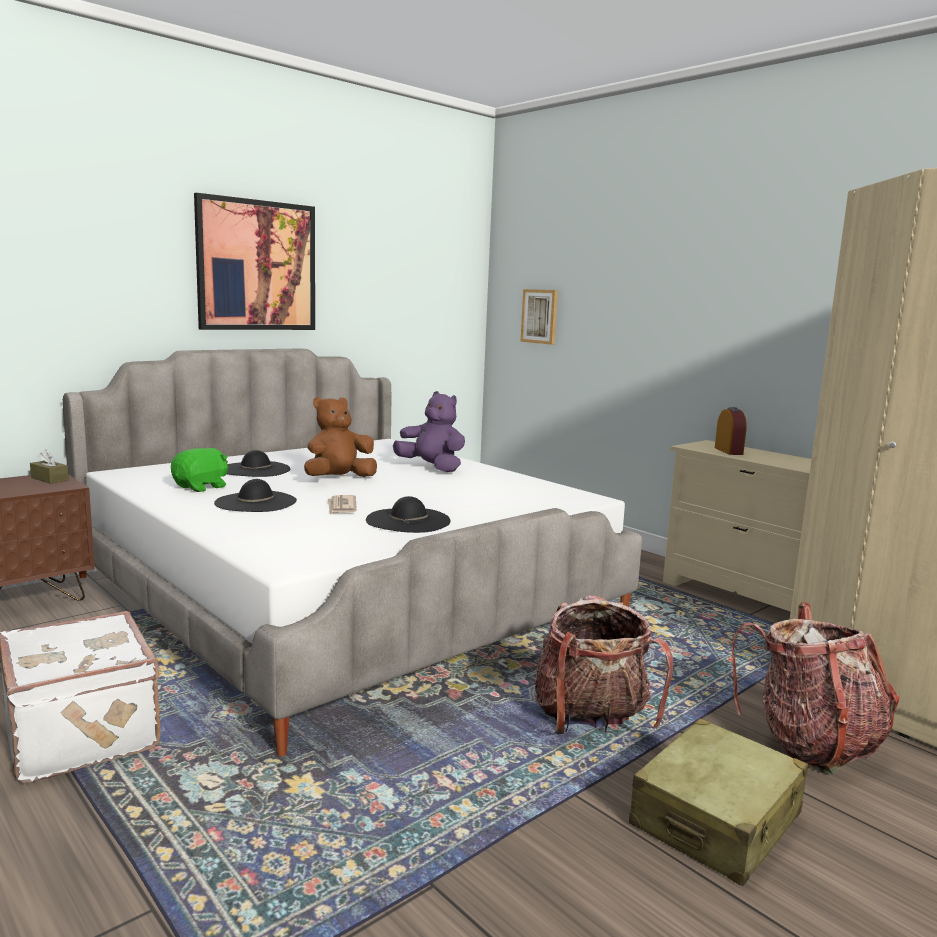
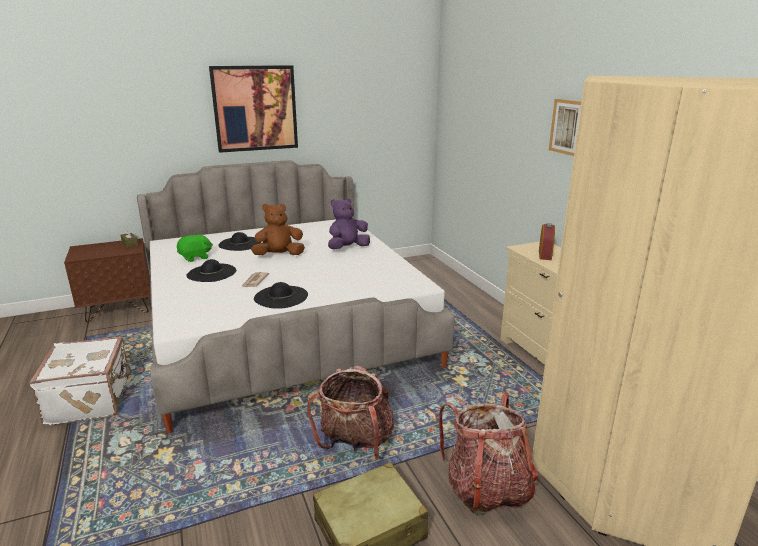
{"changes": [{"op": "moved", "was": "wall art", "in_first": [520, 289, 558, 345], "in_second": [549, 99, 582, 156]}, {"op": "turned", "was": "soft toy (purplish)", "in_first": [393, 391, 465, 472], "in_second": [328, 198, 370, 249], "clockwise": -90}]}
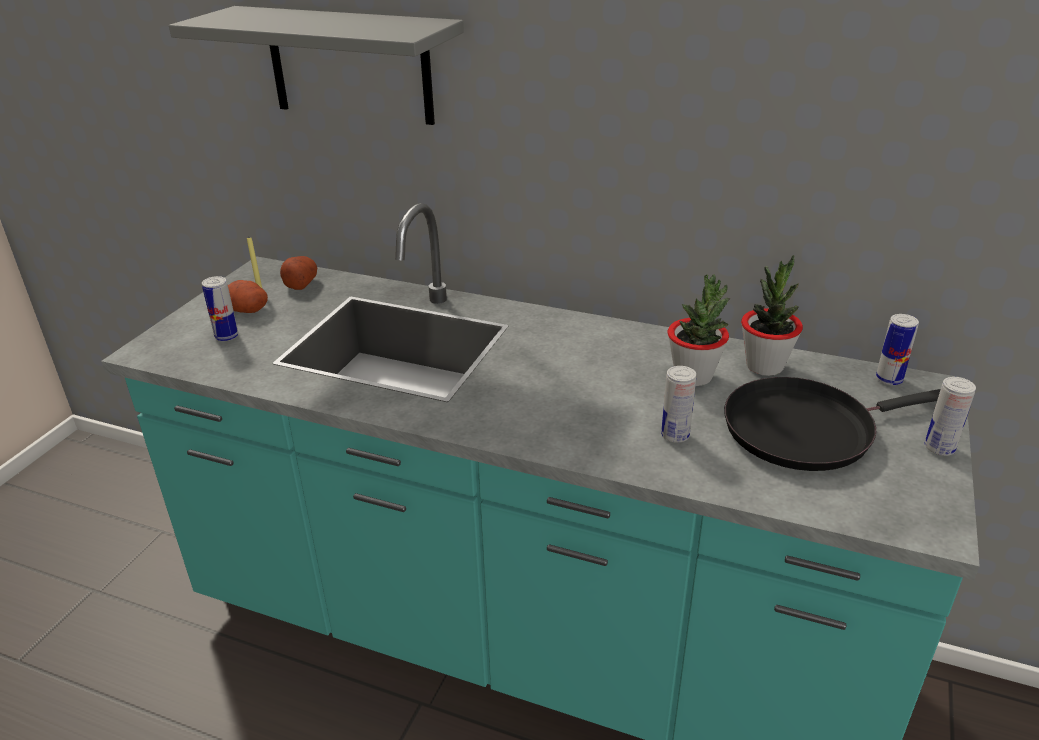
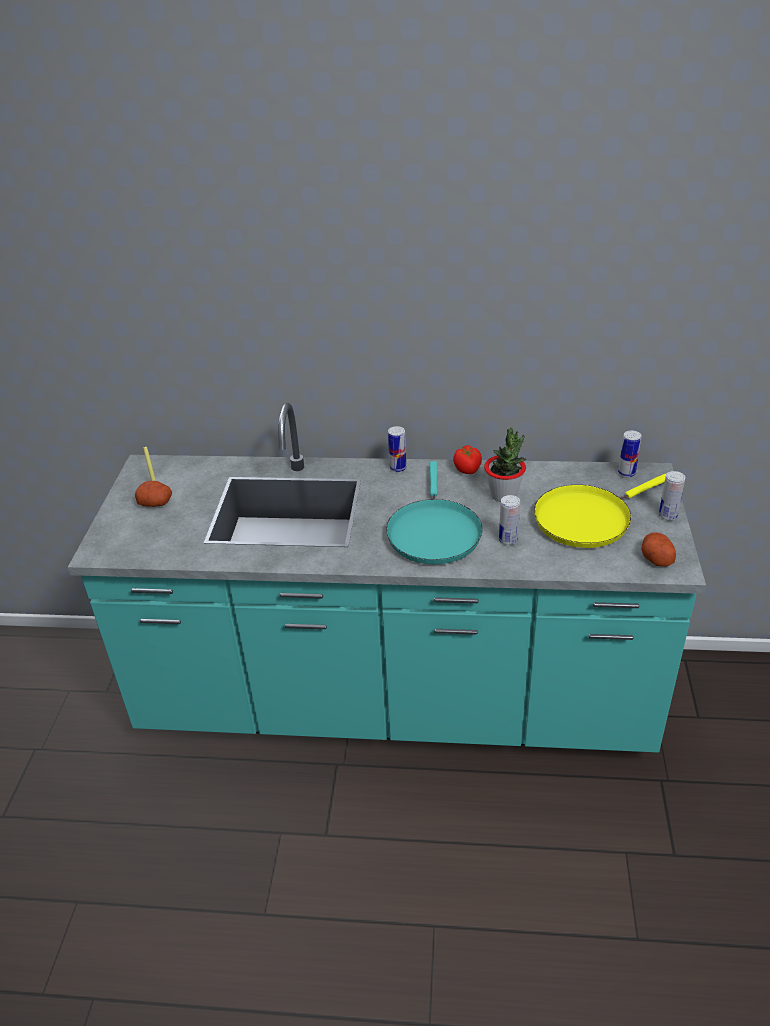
{"changes": [{"op": "removed", "was": "wall shelf (greyish)", "in_first": [169, 6, 464, 125]}, {"op": "removed", "was": "potted plant", "in_first": [741, 255, 803, 376]}, {"op": "added", "now": "skillet (blue-green)", "in_second": [386, 461, 483, 565]}, {"op": "added", "now": "fresh tomato", "in_second": [453, 445, 482, 474]}, {"op": "moved", "was": "sealed can", "in_first": [202, 276, 239, 341], "in_second": [388, 426, 406, 472]}, {"op": "moved", "was": "potato", "in_first": [280, 256, 317, 290], "in_second": [641, 532, 676, 566]}, {"op": "recoloured", "was": "skillet (black)", "now": "skillet (yellowish)", "in_first": [724, 377, 941, 471], "in_second": [534, 474, 666, 548]}]}
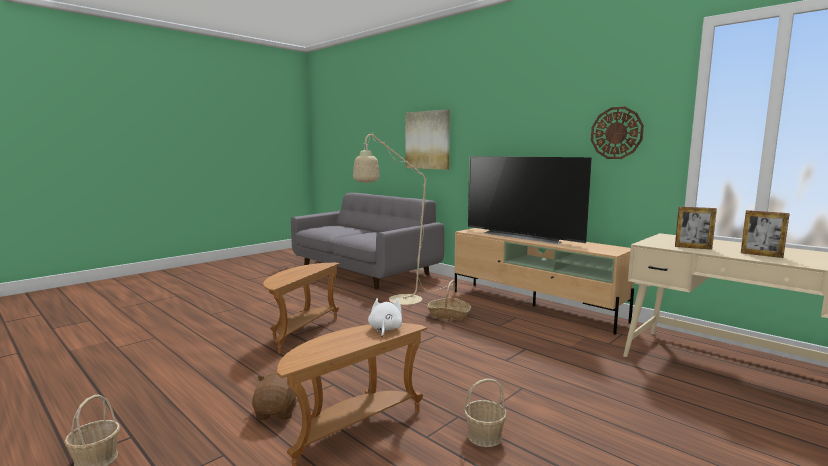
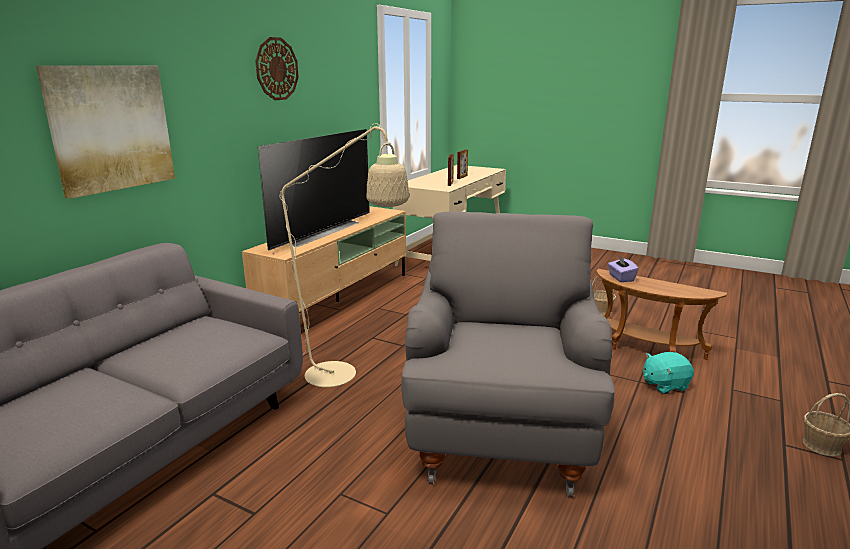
{"changes": [{"op": "removed", "was": "storage basket", "in_first": [427, 280, 471, 321]}, {"op": "moved", "was": "wall clock", "in_first": [591, 107, 644, 159], "in_second": [255, 37, 299, 100]}, {"op": "replaced", "was": "accent table (brownish)", "now": "easy chair (greyish)", "in_first": [263, 263, 340, 354], "in_second": [401, 211, 614, 498]}, {"op": "replaced", "was": "soft toy (white)", "now": "tissue box (purplish)", "in_first": [368, 298, 402, 337], "in_second": [608, 256, 638, 282]}, {"op": "recoloured", "was": "soft toy (brownish)", "now": "soft toy (blue-green)", "in_first": [252, 372, 297, 420], "in_second": [643, 352, 694, 394]}]}
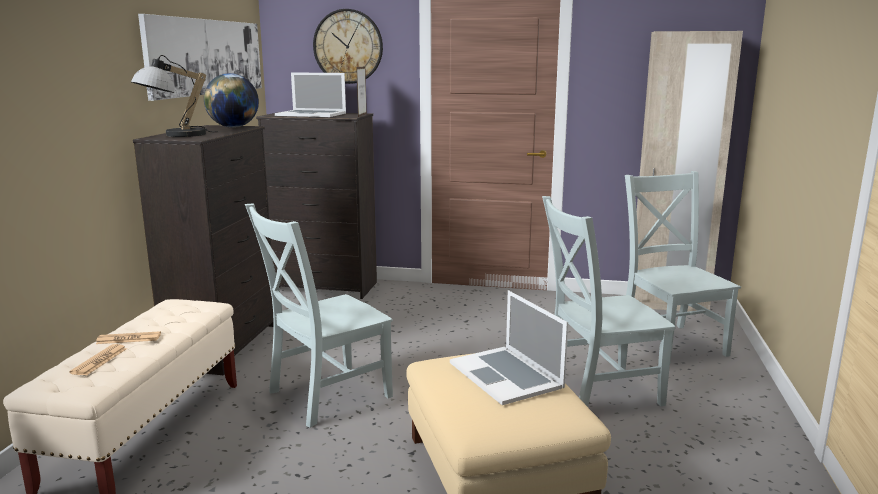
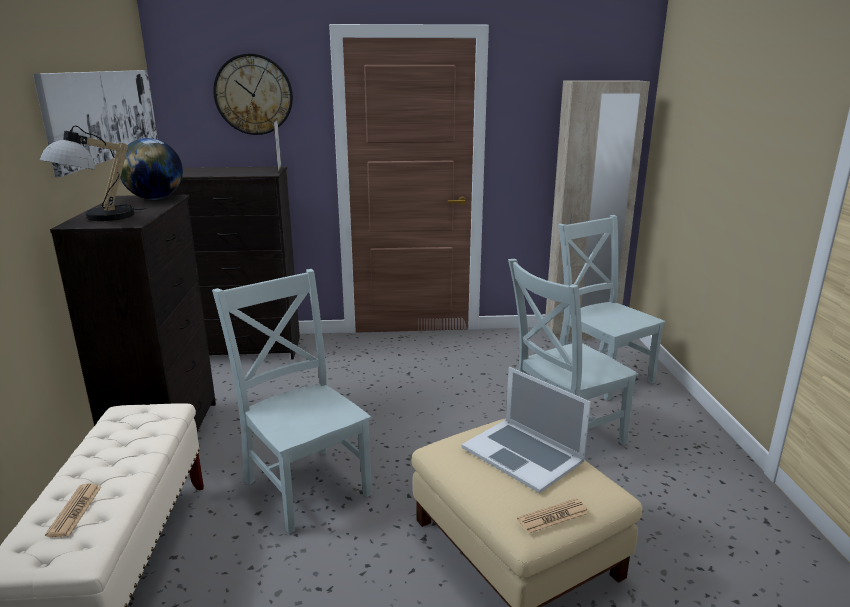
{"changes": [{"op": "removed", "was": "laptop", "in_first": [275, 72, 346, 117]}, {"op": "moved", "was": "printed paper", "in_first": [96, 331, 161, 344], "in_second": [517, 498, 589, 533]}, {"op": "turned", "was": "chair (greyish)", "in_first": [245, 204, 393, 428], "in_second": [212, 269, 372, 534], "clockwise": 105}]}
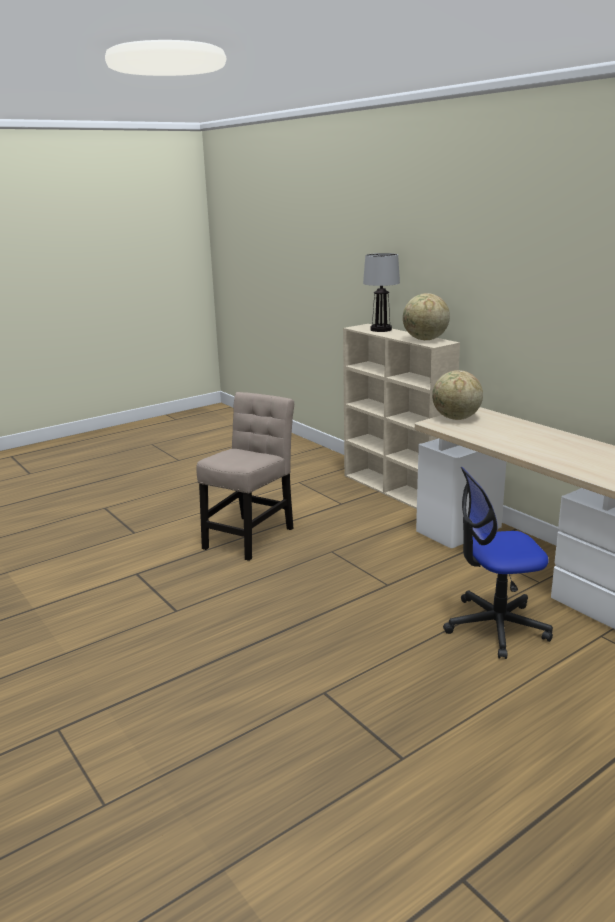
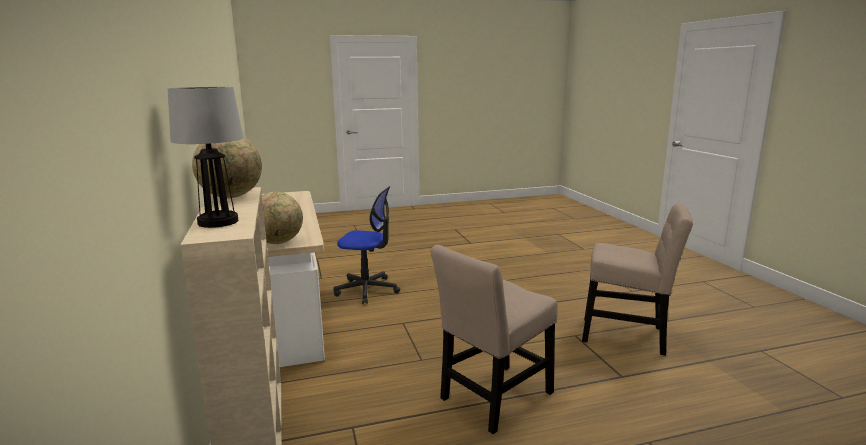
{"changes": [{"op": "added", "now": "chair (beige)", "in_second": [582, 203, 693, 356]}]}
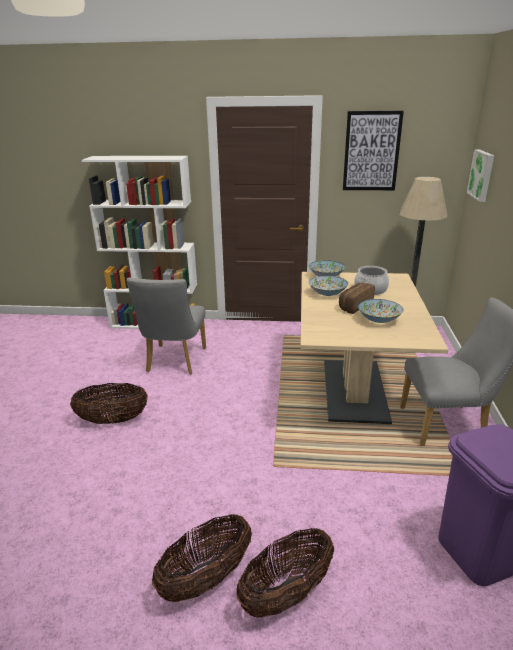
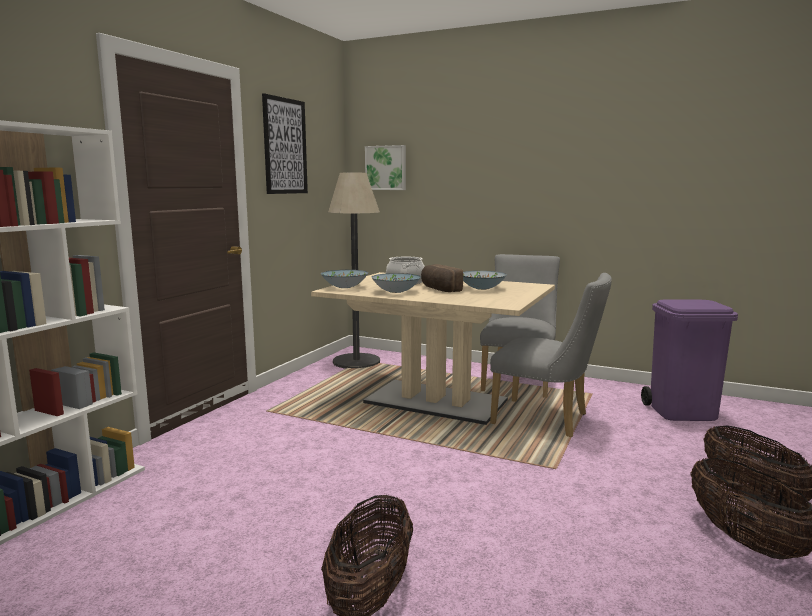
{"changes": [{"op": "moved", "was": "chair (greyish)", "in_first": [126, 277, 206, 375], "in_second": [490, 273, 612, 437]}]}
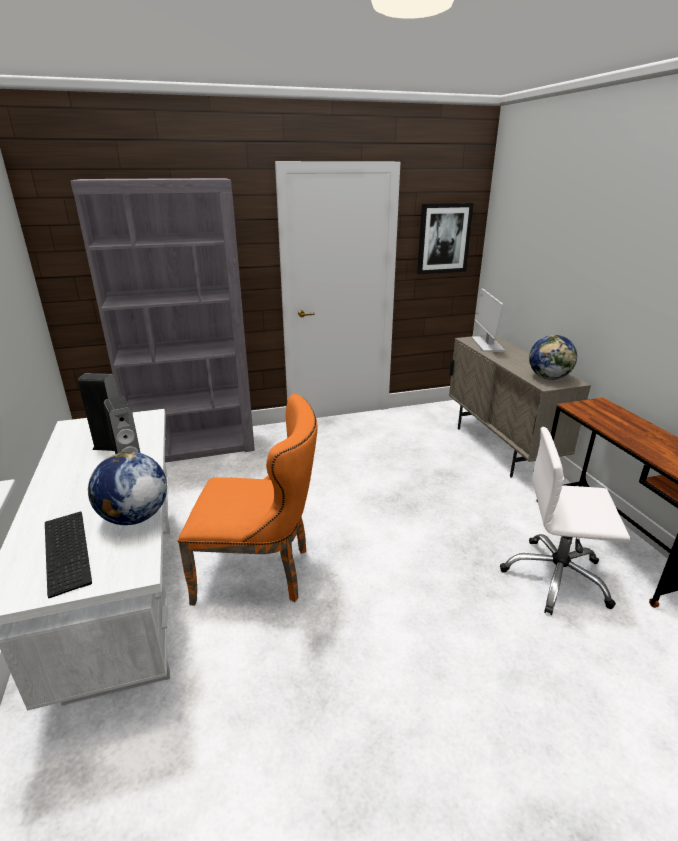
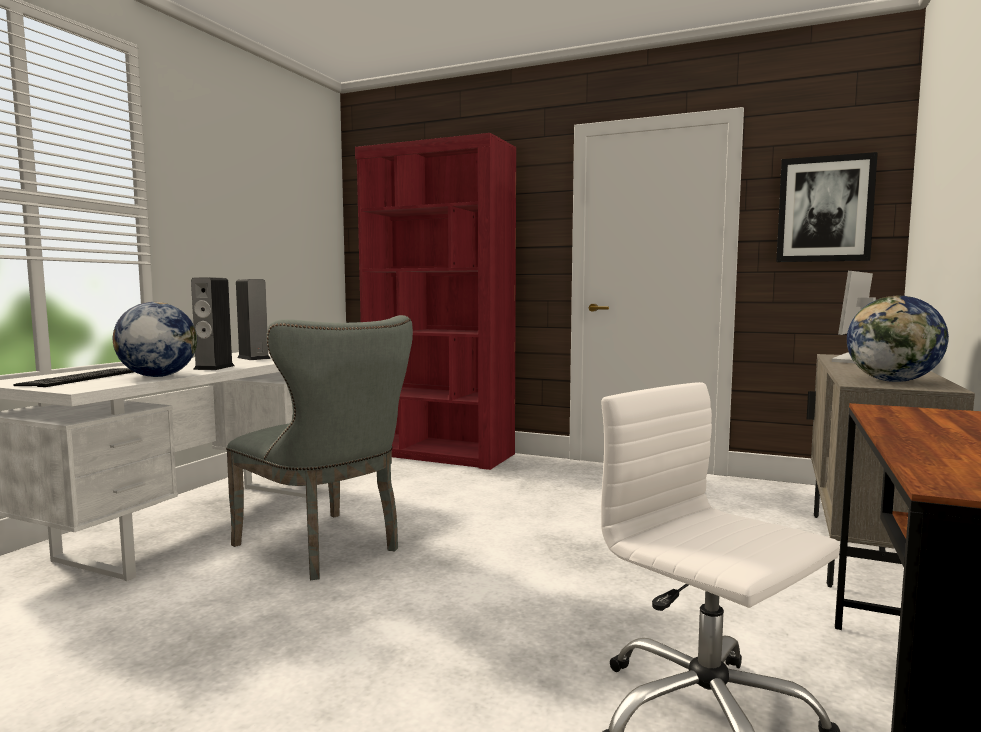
{"changes": [{"op": "recoloured", "was": "shelving unit (greyish)", "now": "shelving unit (red-coloured)", "in_first": [70, 178, 255, 462], "in_second": [355, 133, 516, 470]}, {"op": "recoloured", "was": "chair (orange)", "now": "chair (greyish)", "in_first": [178, 394, 317, 605], "in_second": [226, 315, 413, 580]}]}
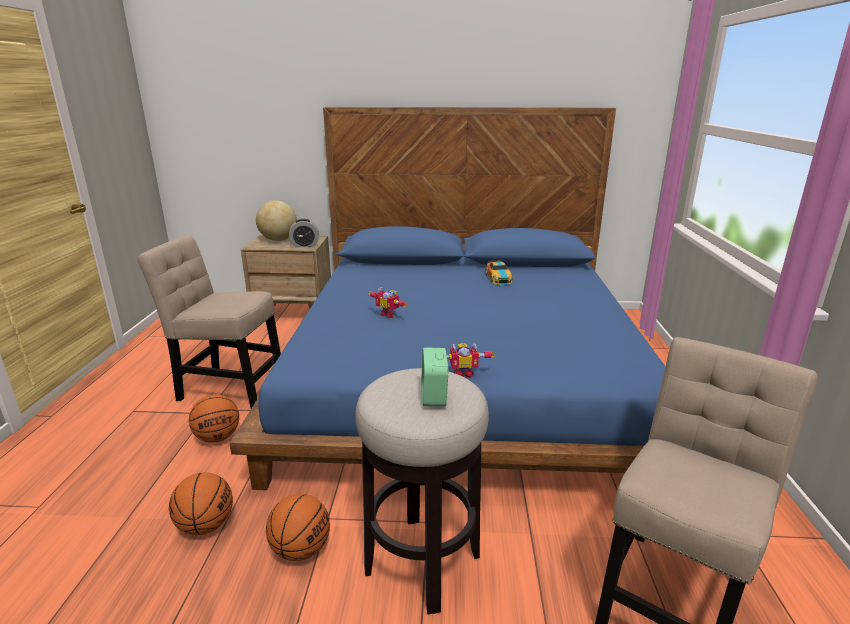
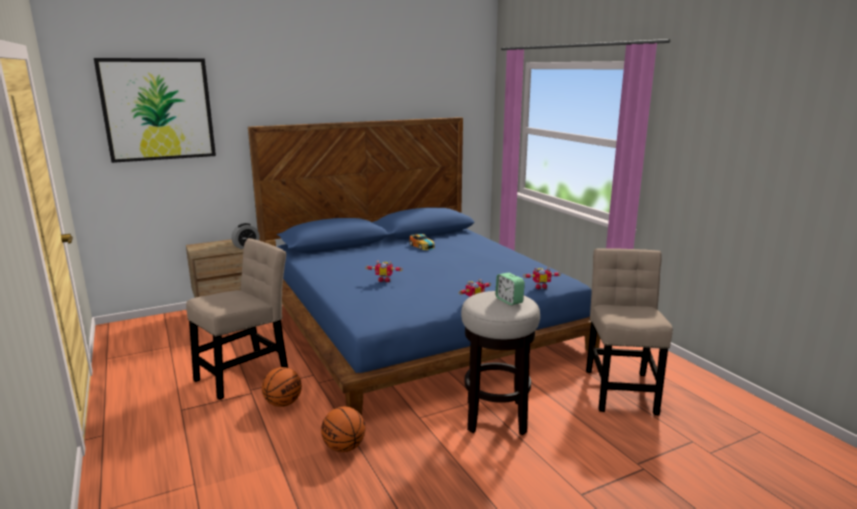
{"changes": [{"op": "removed", "was": "globe", "in_first": [256, 200, 297, 241]}, {"op": "removed", "was": "basketball ball", "in_first": [266, 494, 330, 561]}, {"op": "added", "now": "wall art", "in_second": [94, 58, 216, 163]}, {"op": "added", "now": "toy robot", "in_second": [523, 267, 561, 289]}, {"op": "turned", "was": "chair (beige)", "in_first": [137, 235, 281, 408], "in_second": [186, 238, 288, 400], "clockwise": 150}]}
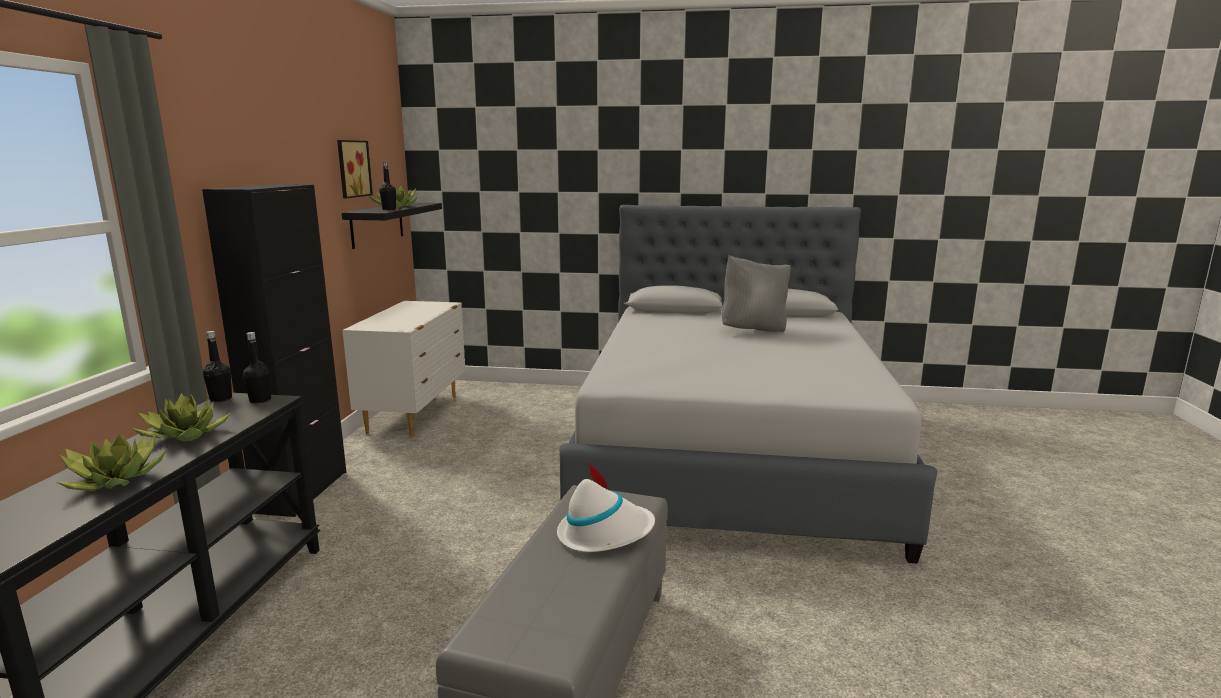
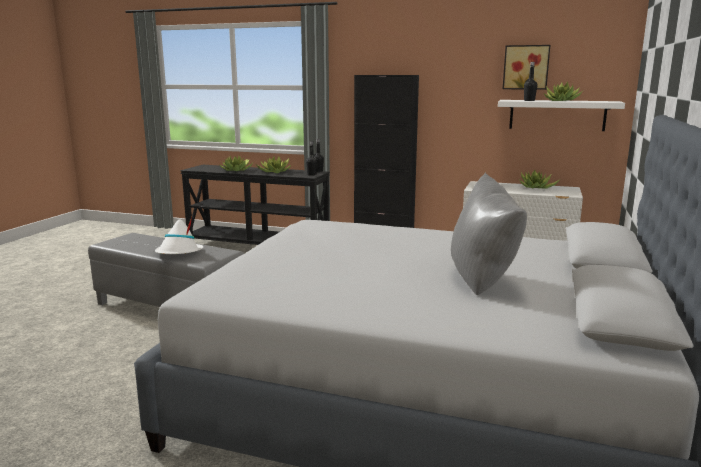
{"changes": [{"op": "added", "now": "potted plant", "in_second": [519, 170, 559, 189]}, {"op": "recoloured", "was": "wall shelf (black)", "now": "wall shelf (white)", "in_first": [342, 203, 442, 249], "in_second": [498, 100, 625, 131]}]}
